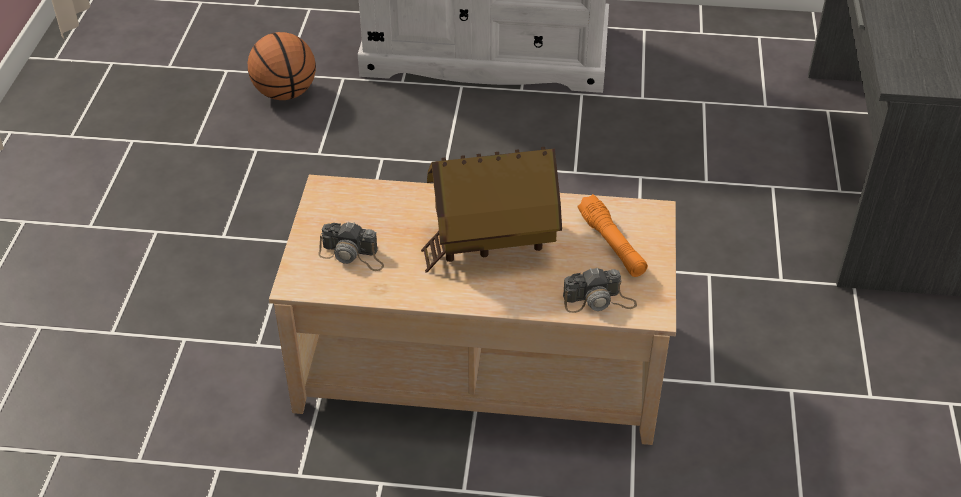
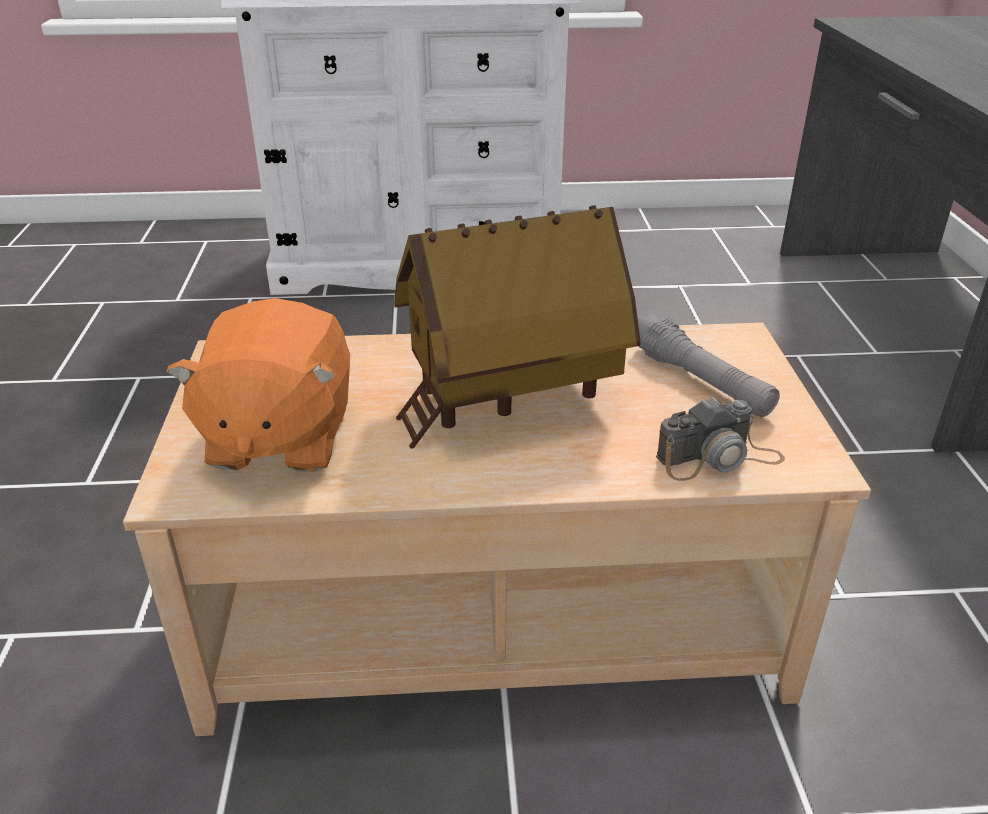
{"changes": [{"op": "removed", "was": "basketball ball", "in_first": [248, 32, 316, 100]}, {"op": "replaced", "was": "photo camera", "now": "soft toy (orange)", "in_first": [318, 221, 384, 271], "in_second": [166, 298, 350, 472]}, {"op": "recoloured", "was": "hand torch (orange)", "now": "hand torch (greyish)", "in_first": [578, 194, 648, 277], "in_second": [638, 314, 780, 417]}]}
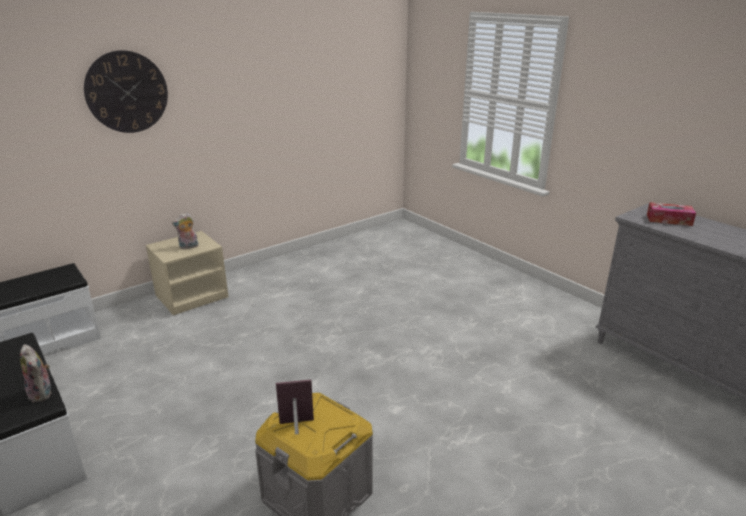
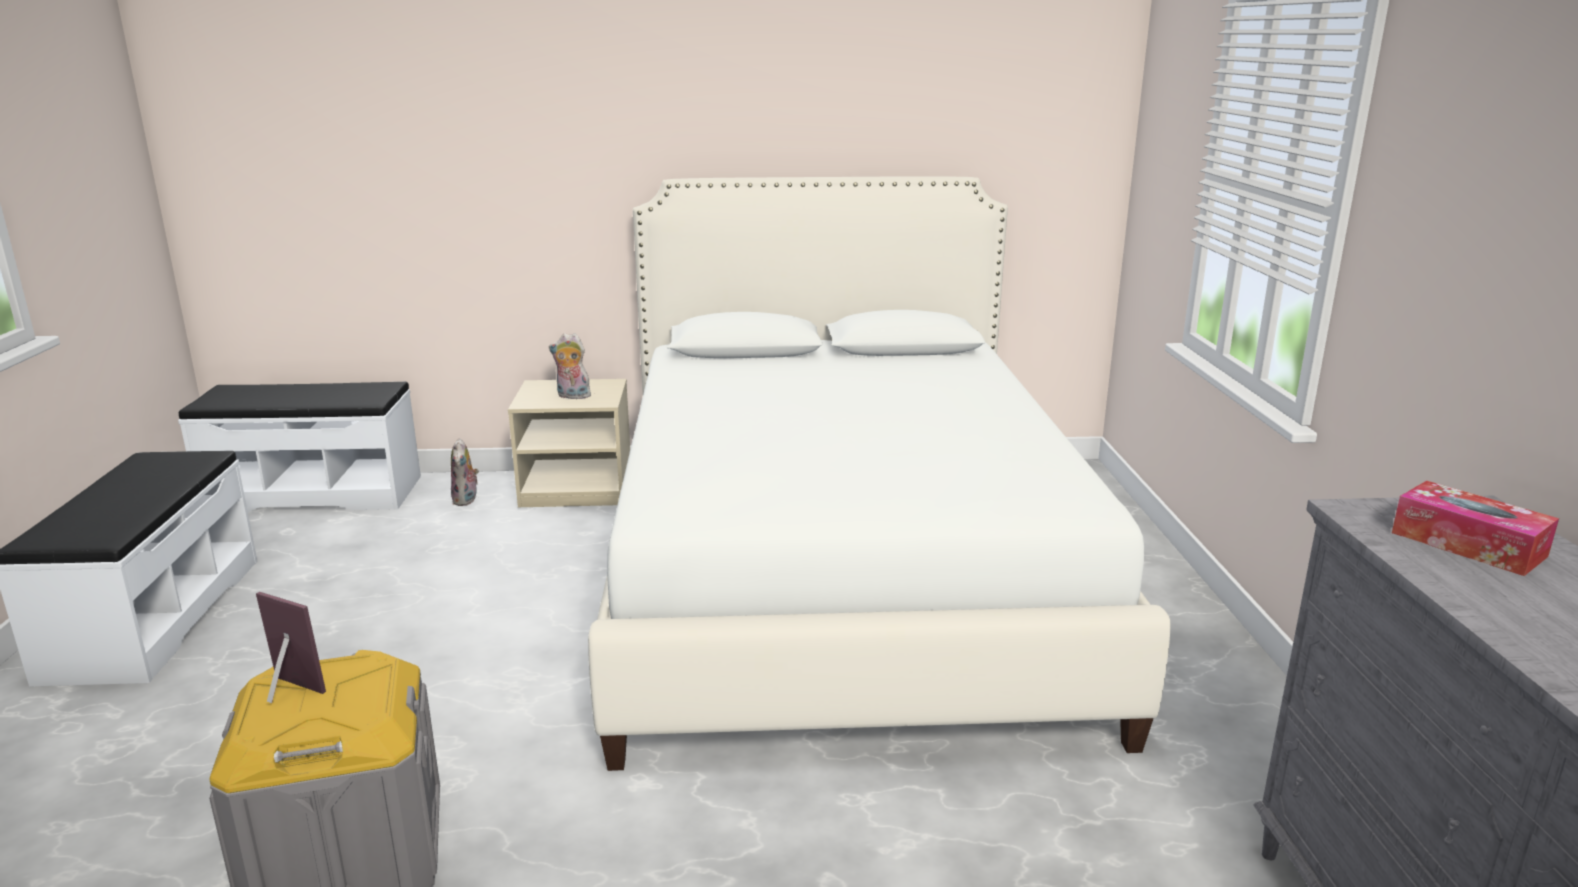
{"changes": [{"op": "removed", "was": "wall clock", "in_first": [84, 50, 168, 133]}, {"op": "added", "now": "bedroom bed (white)", "in_second": [588, 176, 1171, 771]}, {"op": "moved", "was": "soft toy", "in_first": [20, 344, 51, 402], "in_second": [451, 438, 479, 506]}]}
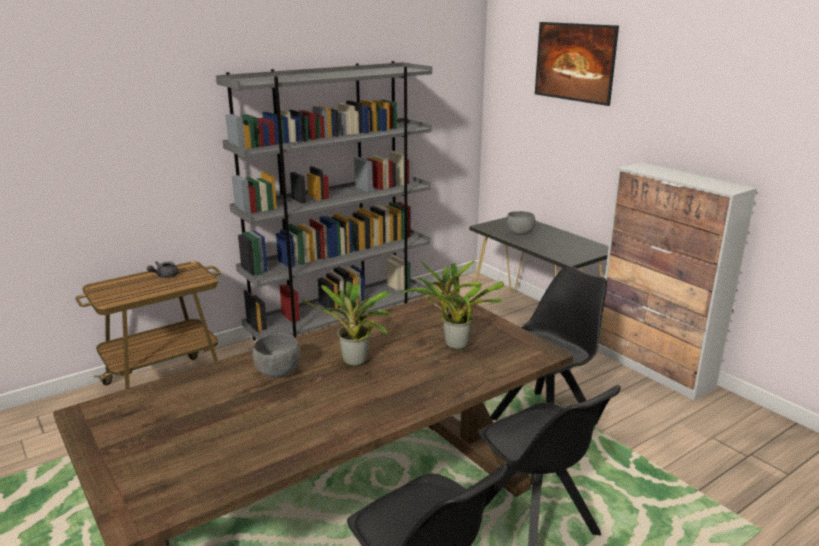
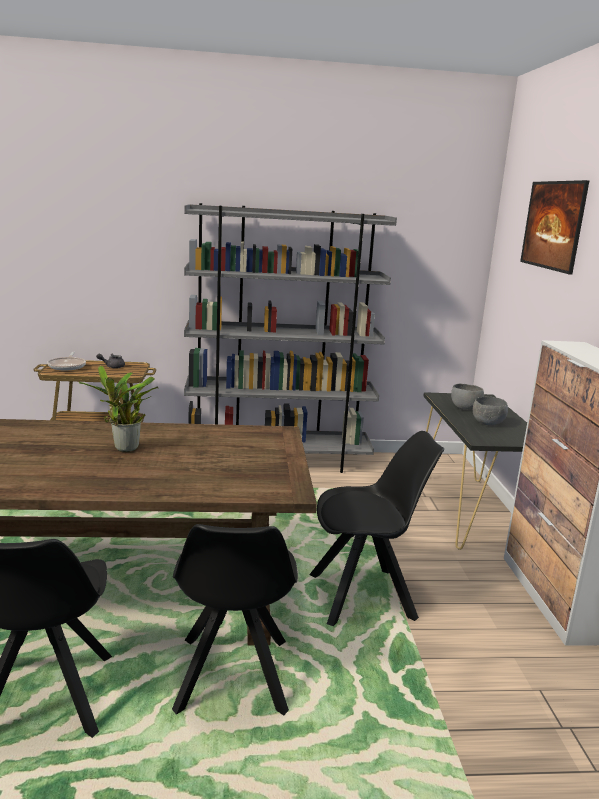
{"changes": [{"op": "removed", "was": "potted plant", "in_first": [402, 261, 504, 350]}, {"op": "added", "now": "skillet", "in_second": [47, 352, 86, 370]}, {"op": "moved", "was": "serving bowl (greyish)", "in_first": [252, 333, 301, 378], "in_second": [473, 397, 508, 425]}]}
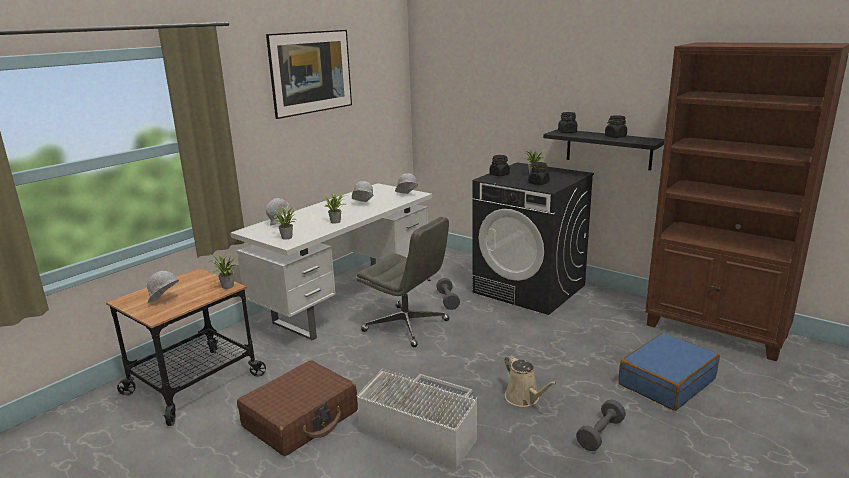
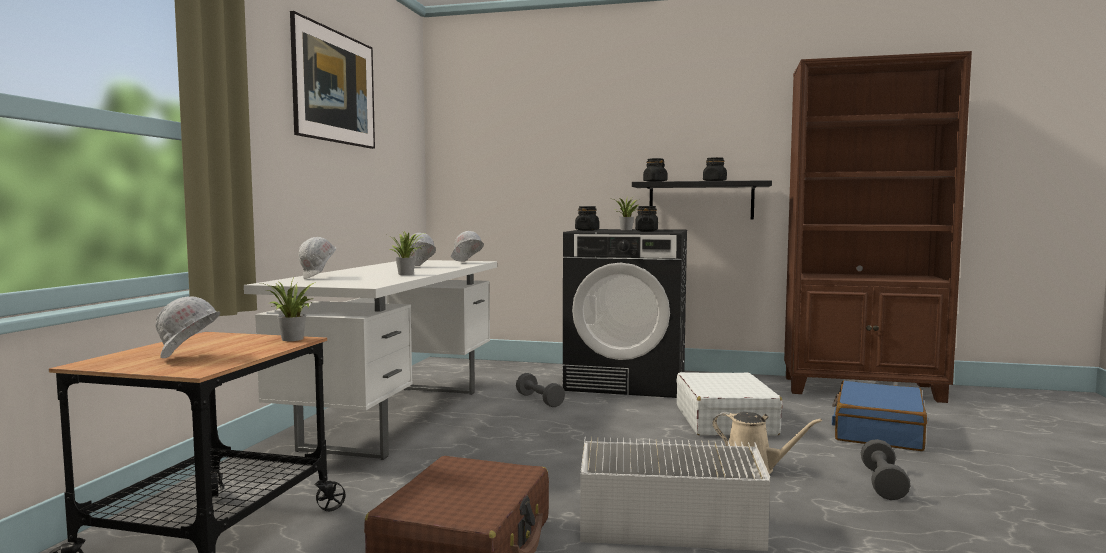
{"changes": [{"op": "removed", "was": "potted plant", "in_first": [272, 206, 296, 239]}, {"op": "removed", "was": "computer chair (greyish)", "in_first": [356, 217, 450, 347]}, {"op": "added", "now": "piece of luggage (white)", "in_second": [676, 372, 783, 436]}]}
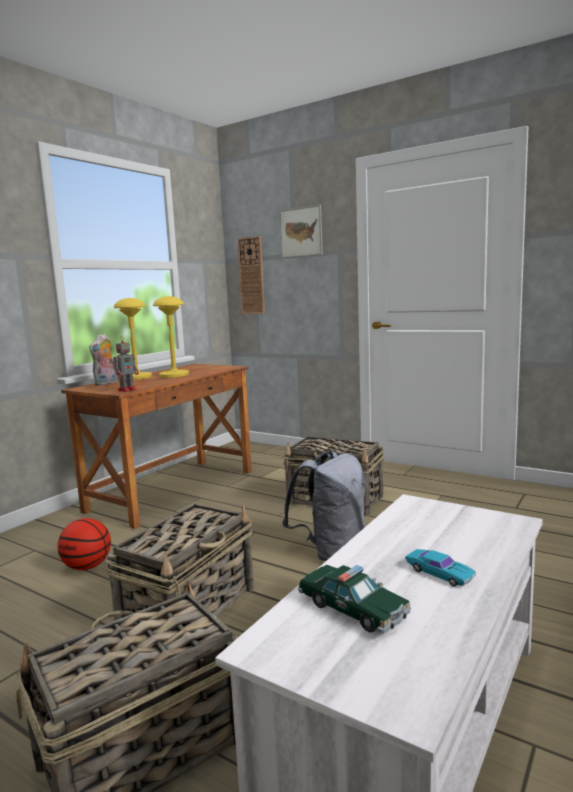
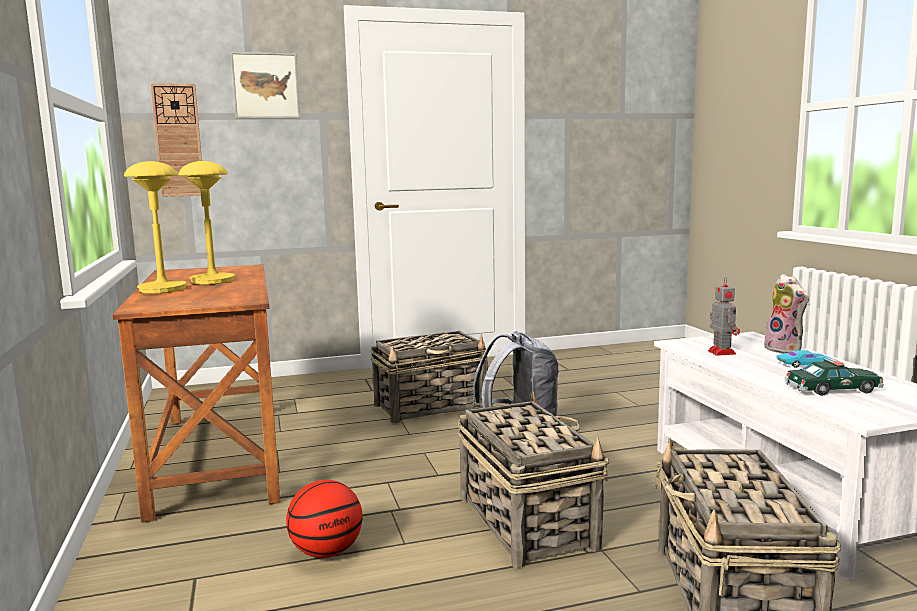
{"changes": [{"op": "moved", "was": "soft toy", "in_first": [89, 333, 118, 386], "in_second": [764, 274, 809, 354]}, {"op": "moved", "was": "toy robot", "in_first": [114, 336, 139, 392], "in_second": [708, 277, 740, 356]}]}
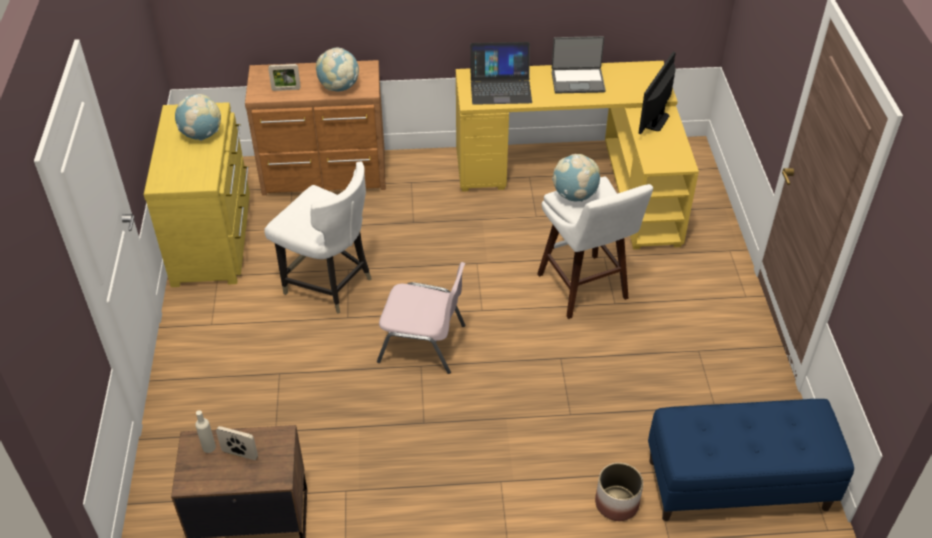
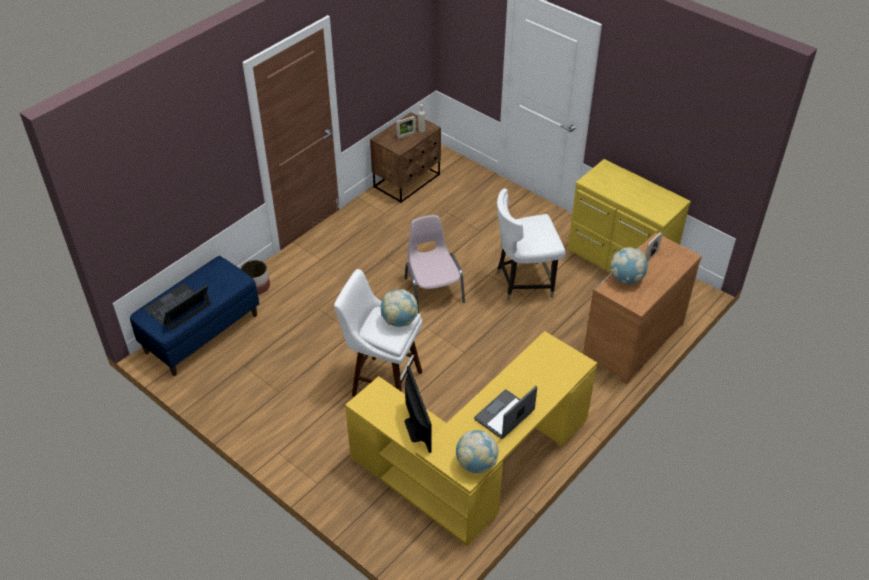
{"changes": [{"op": "moved", "was": "globe", "in_first": [175, 94, 221, 141], "in_second": [456, 430, 499, 474]}, {"op": "moved", "was": "laptop", "in_first": [470, 42, 532, 105], "in_second": [144, 283, 211, 331]}, {"op": "turned", "was": "chair (pink)", "in_first": [377, 262, 465, 374], "in_second": [404, 215, 465, 313], "clockwise": 105}]}
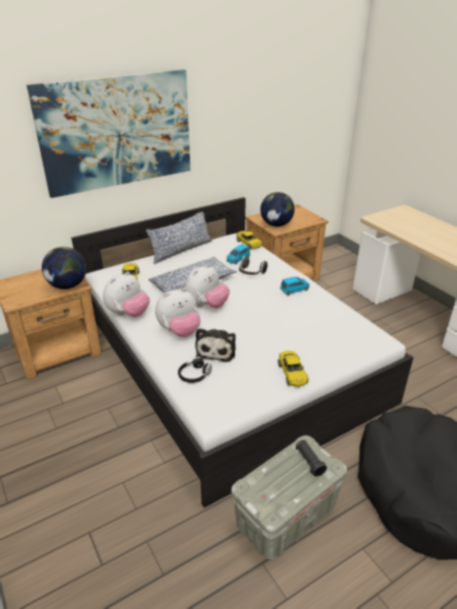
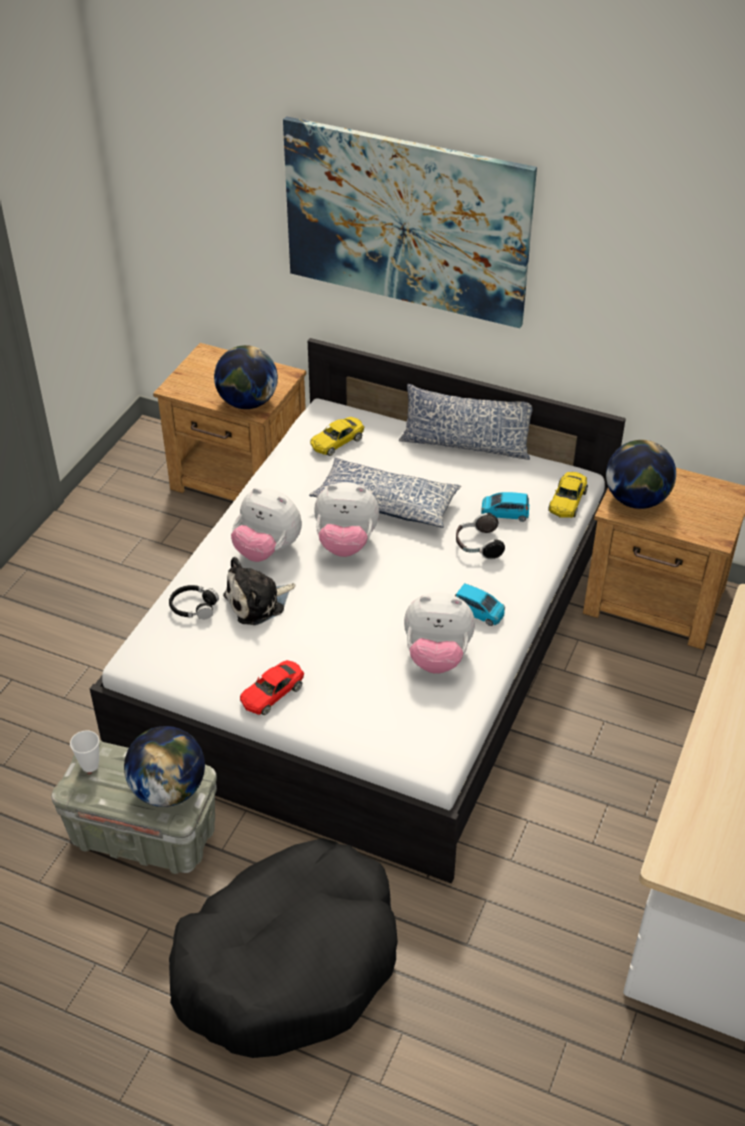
{"changes": [{"op": "added", "now": "small cup", "in_second": [70, 730, 99, 772]}, {"op": "moved", "was": "soft toy", "in_first": [103, 271, 150, 317], "in_second": [404, 592, 475, 674]}, {"op": "replaced", "was": "hand torch (black)", "now": "globe", "in_first": [296, 440, 327, 477], "in_second": [124, 726, 205, 807]}, {"op": "recoloured", "was": "toy car (yellowish)", "now": "toy car (red-coloured)", "in_first": [278, 351, 309, 387], "in_second": [240, 660, 305, 715]}]}
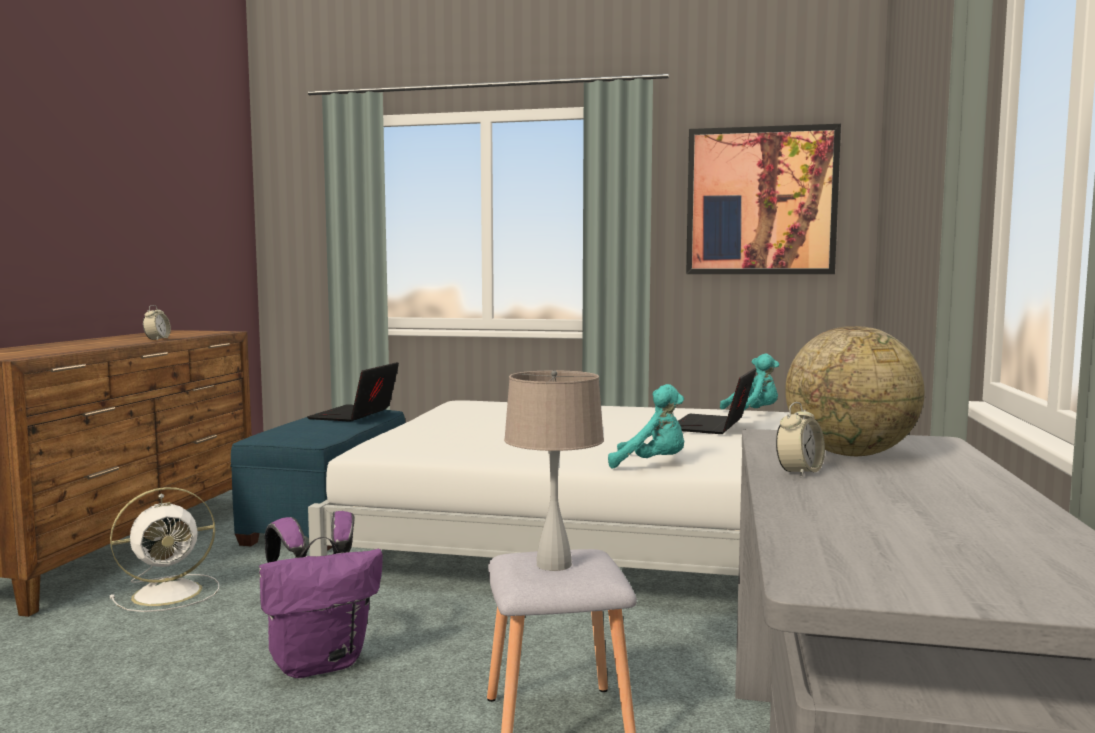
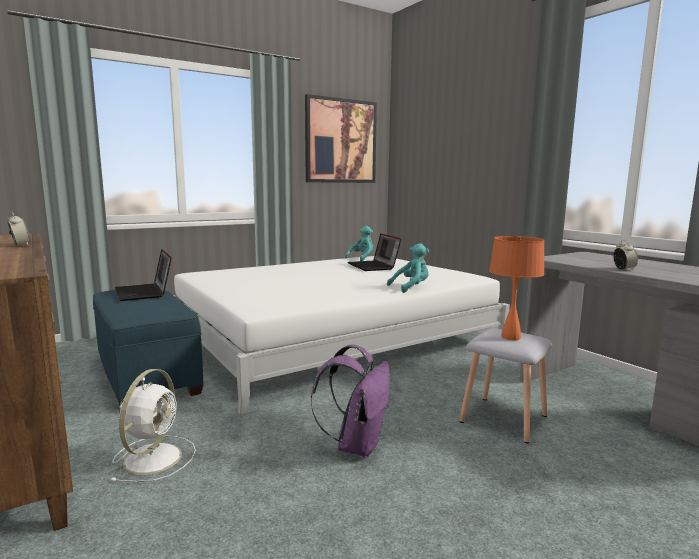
{"changes": [{"op": "removed", "was": "globe", "in_first": [785, 326, 925, 456]}, {"op": "recoloured", "was": "lamp for a table (beige)", "now": "lamp for a table (orange)", "in_first": [504, 370, 604, 571], "in_second": [489, 236, 545, 340]}]}
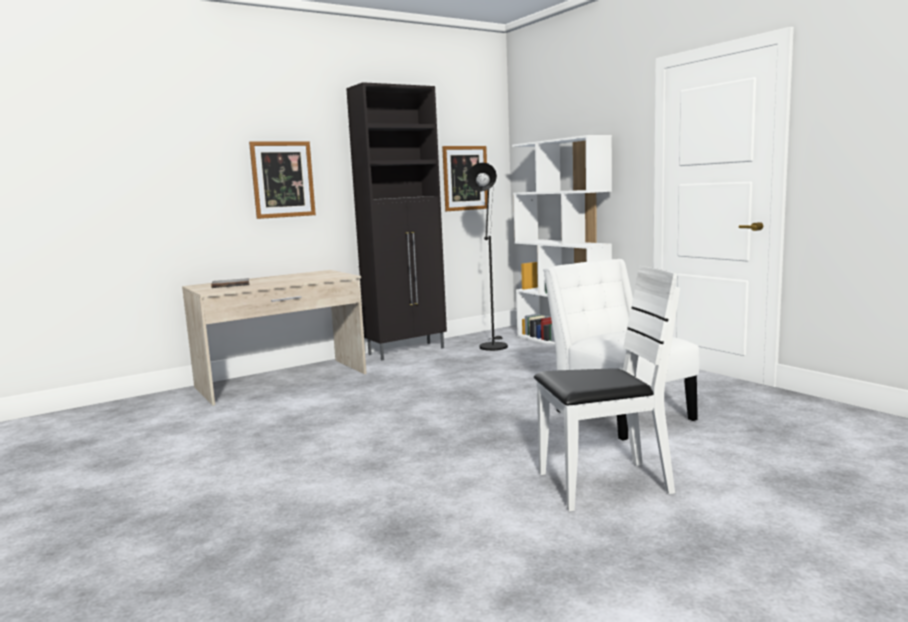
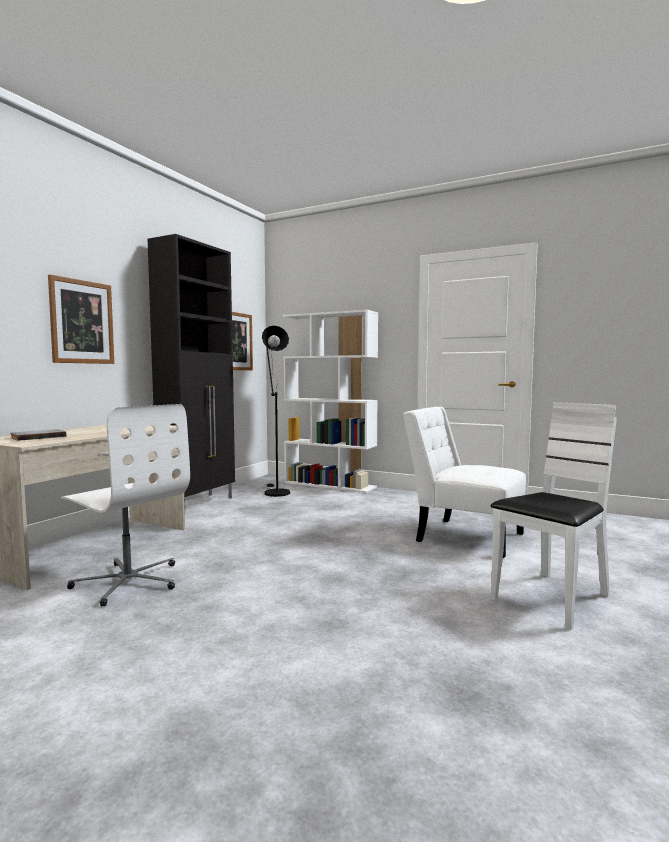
{"changes": [{"op": "added", "now": "computer chair (white)", "in_second": [61, 404, 190, 606]}]}
